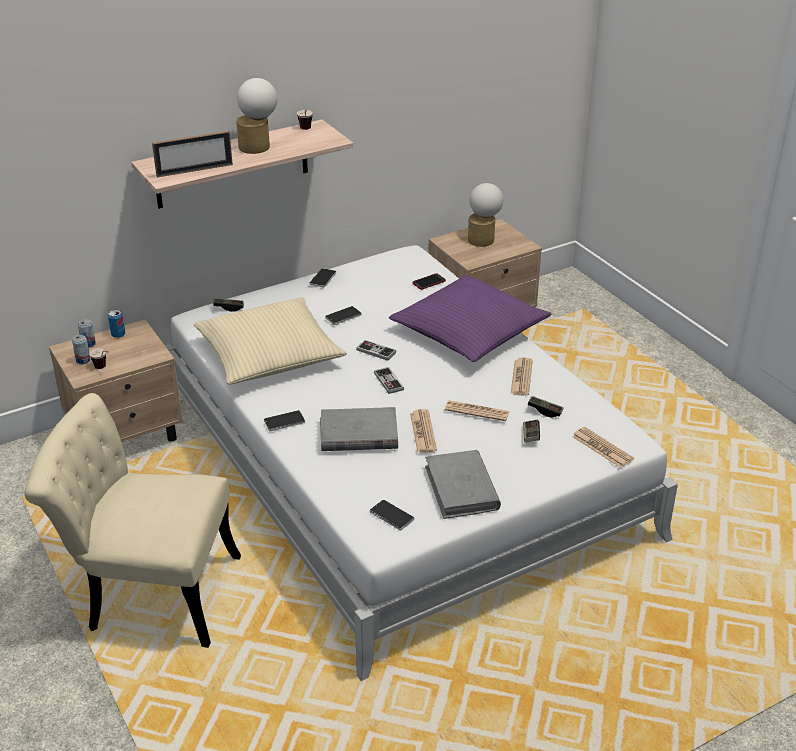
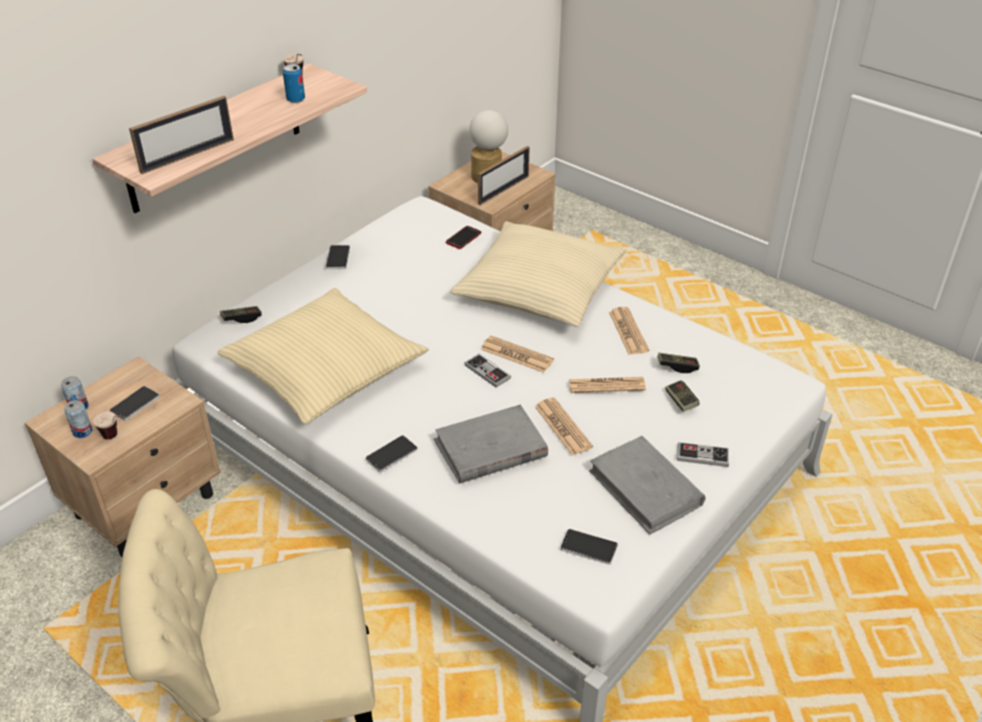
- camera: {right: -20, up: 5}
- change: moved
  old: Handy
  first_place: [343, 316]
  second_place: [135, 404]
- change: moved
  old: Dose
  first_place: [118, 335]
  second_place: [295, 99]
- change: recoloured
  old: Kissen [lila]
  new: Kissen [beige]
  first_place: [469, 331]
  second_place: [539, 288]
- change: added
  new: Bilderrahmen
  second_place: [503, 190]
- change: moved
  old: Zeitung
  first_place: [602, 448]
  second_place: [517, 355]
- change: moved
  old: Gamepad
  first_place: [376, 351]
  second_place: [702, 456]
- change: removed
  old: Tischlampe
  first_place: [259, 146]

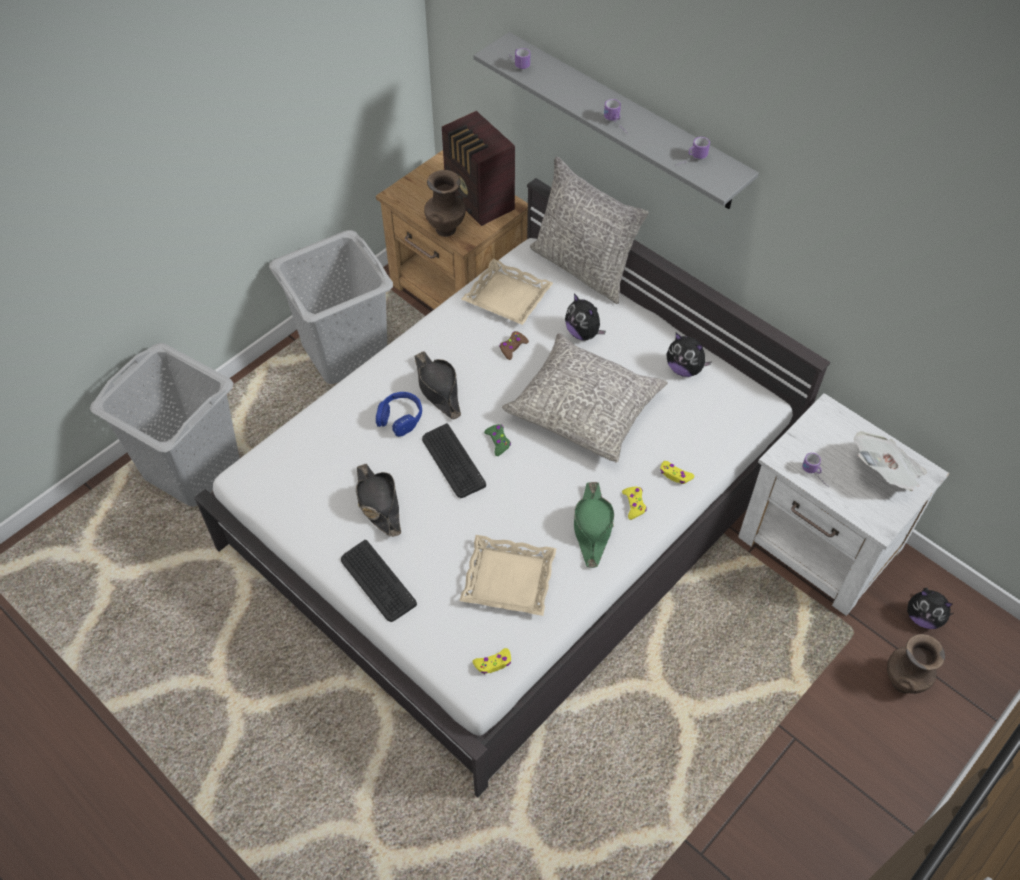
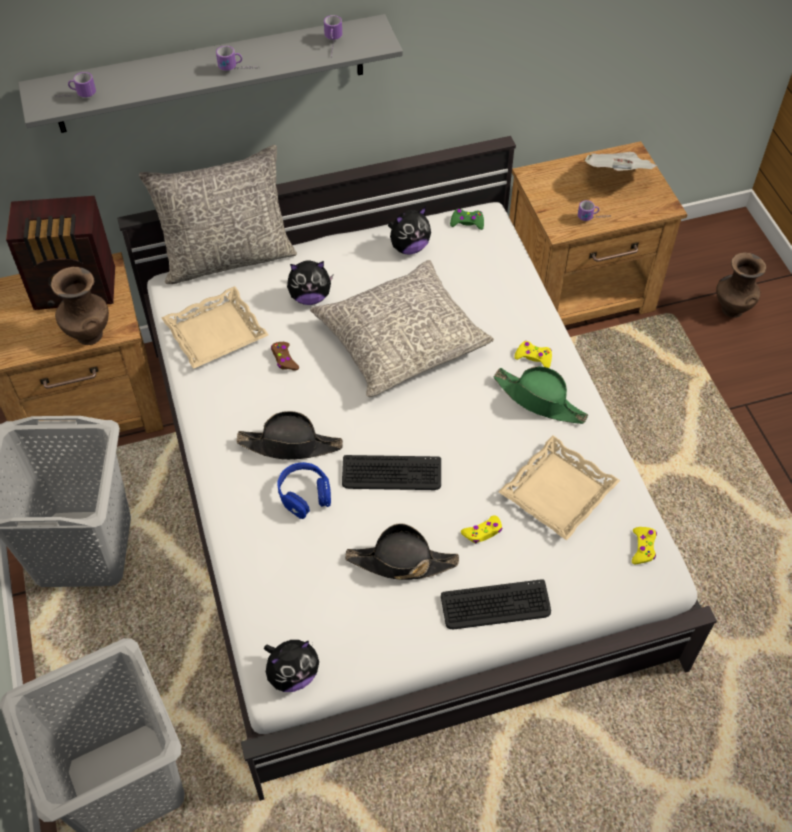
- camera: {right: -60, up: 0}
- change: moved
  old: Plüschtier
  first_place: [923, 617]
  second_place: [292, 674]
- change: moved
  old: Gamepad [grün]
  first_place: [498, 441]
  second_place: [467, 222]
- change: moved
  old: Gamepad [gelb]
  first_place: [675, 475]
  second_place: [483, 532]
- change: recoloured
  old: Nachttisch [weiß]
  new: Nachttisch [braun]
  first_place: [820, 545]
  second_place: [580, 290]

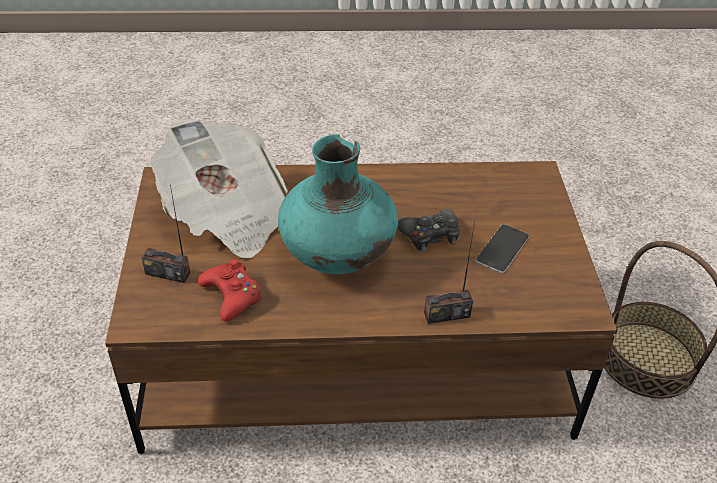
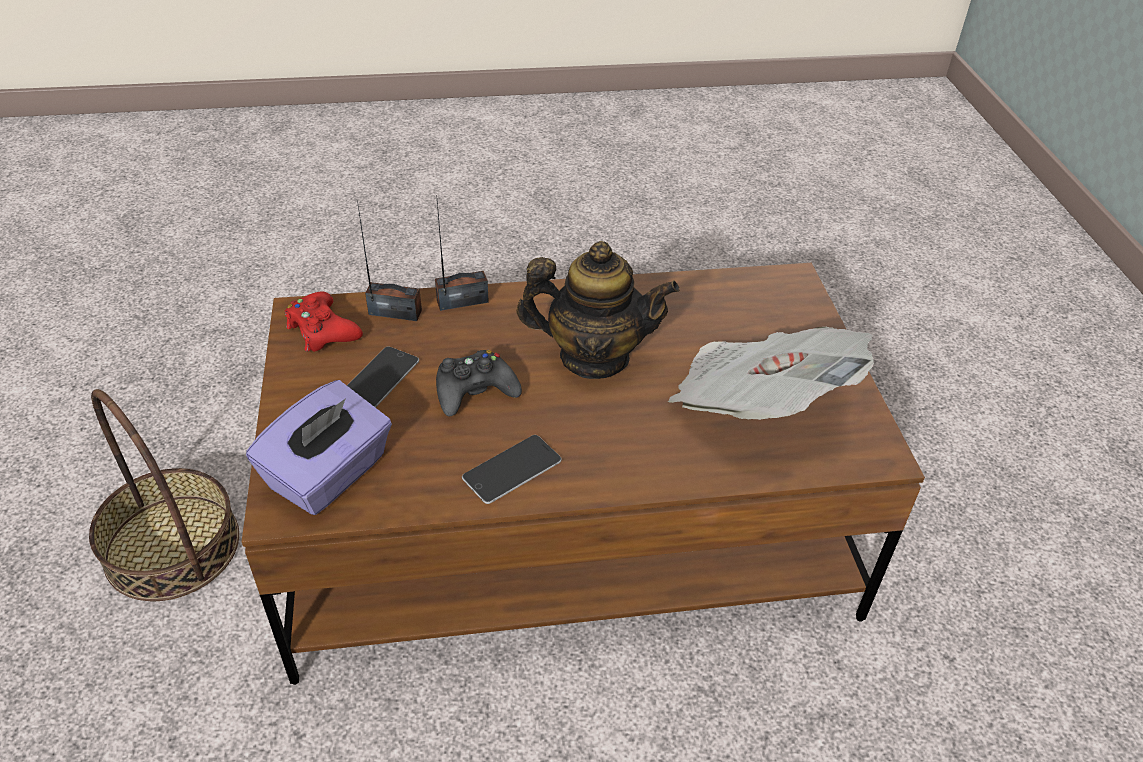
- camera: {right: 175, up: 0}
- change: added
  new: Taschentuchbox [lila]
  second_place: [330, 474]
- change: moved
  old: Gamepad [rot]
  first_place: [232, 296]
  second_place: [322, 330]
- change: moved
  old: Radio
  first_place: [168, 273]
  second_place: [395, 313]
- change: added
  new: Handy
  second_place: [512, 469]
- change: replaced
  old: Vase [türkis]
  new: Teekanne
  first_place: [338, 256]
  second_place: [594, 357]

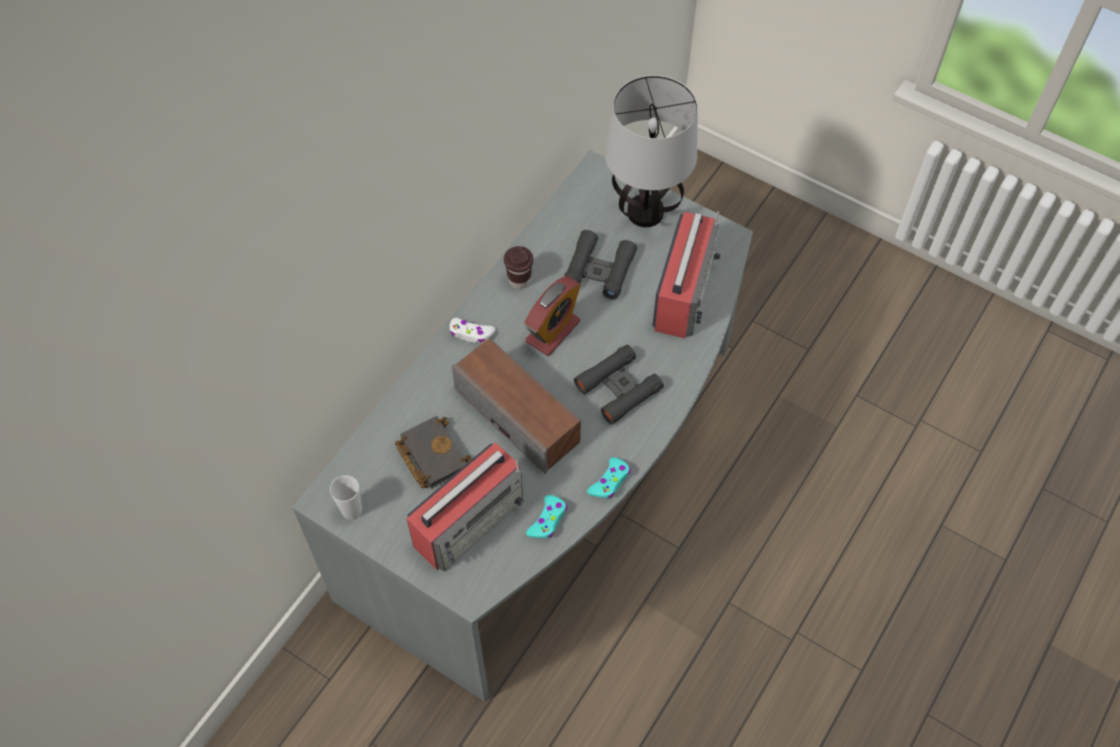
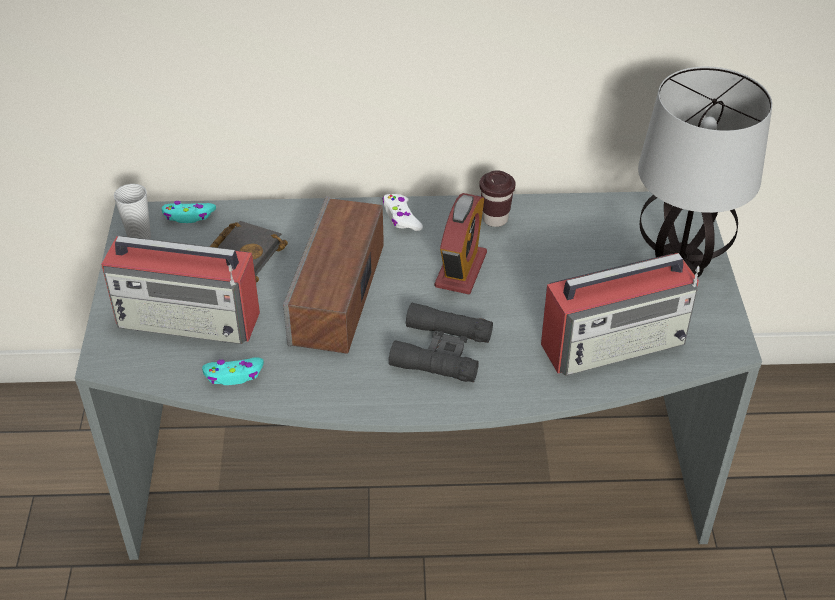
- camera: {right: 55, up: -15}
- change: moved
  old: Gamepad [türkis]
  first_place: [610, 482]
  second_place: [188, 216]
- change: turned
  old: Wecker
  first_place: [553, 331]
  second_place: [461, 270]
  degrees: -75
- change: removed
  old: Fernglas [schwarz]
  first_place: [599, 270]

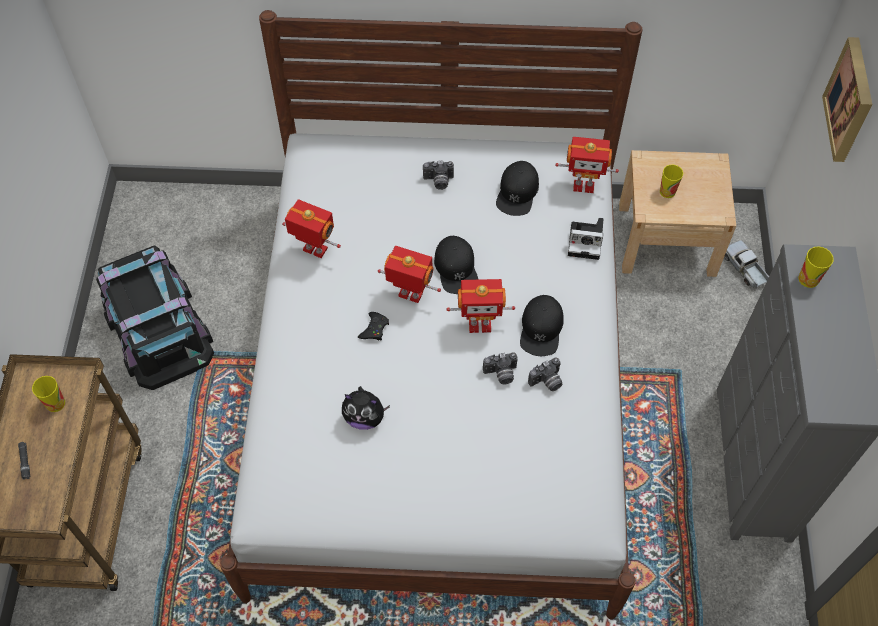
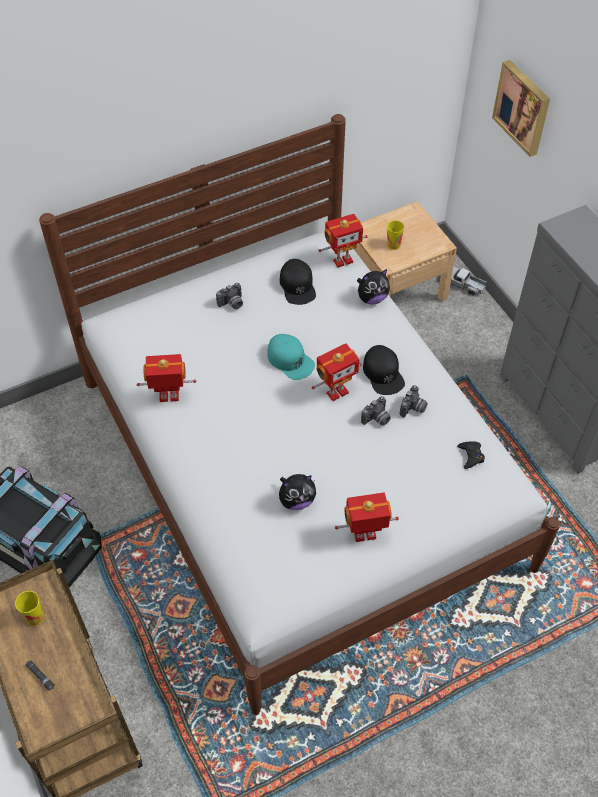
- camera: {right: -30, up: -5}
- change: recoloured
  old: Kappe [schwarz]
  new: Kappe [türkis]
  first_place: [456, 268]
  second_place: [290, 360]
- change: moved
  old: Spielzeugroboter
  first_place: [410, 295]
  second_place: [365, 536]
- change: replaced
  old: Kamera
  new: Plüschtier
  first_place: [586, 241]
  second_place: [372, 298]
- change: moved
  old: Gamepad [schwarz]
  first_place: [374, 329]
  second_place: [471, 456]
- change: removed
  old: Tasse
  first_place: [808, 279]

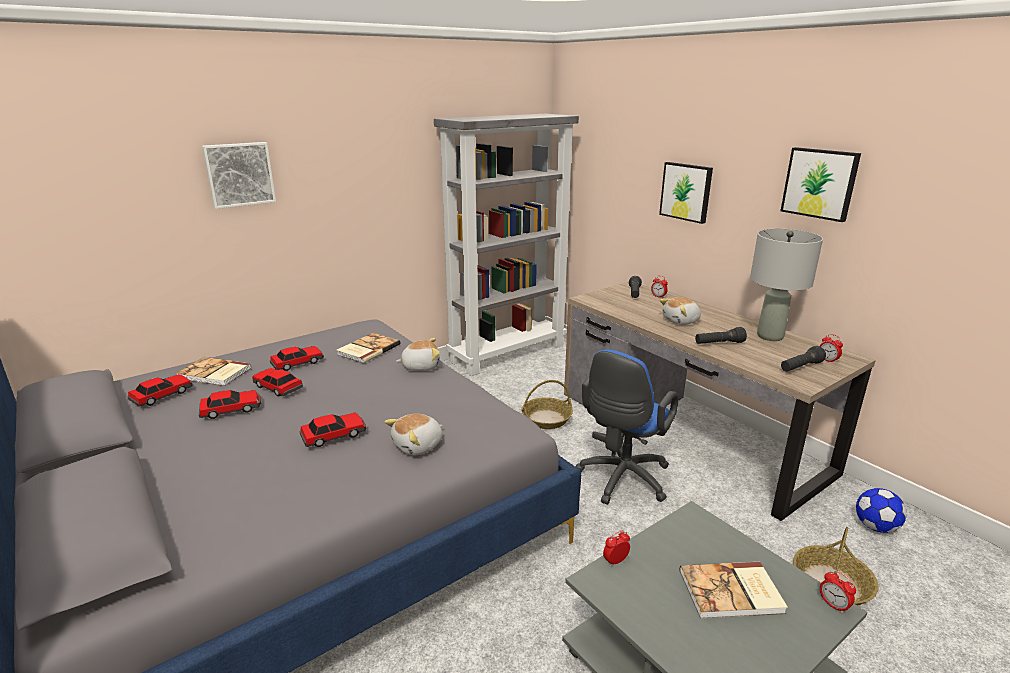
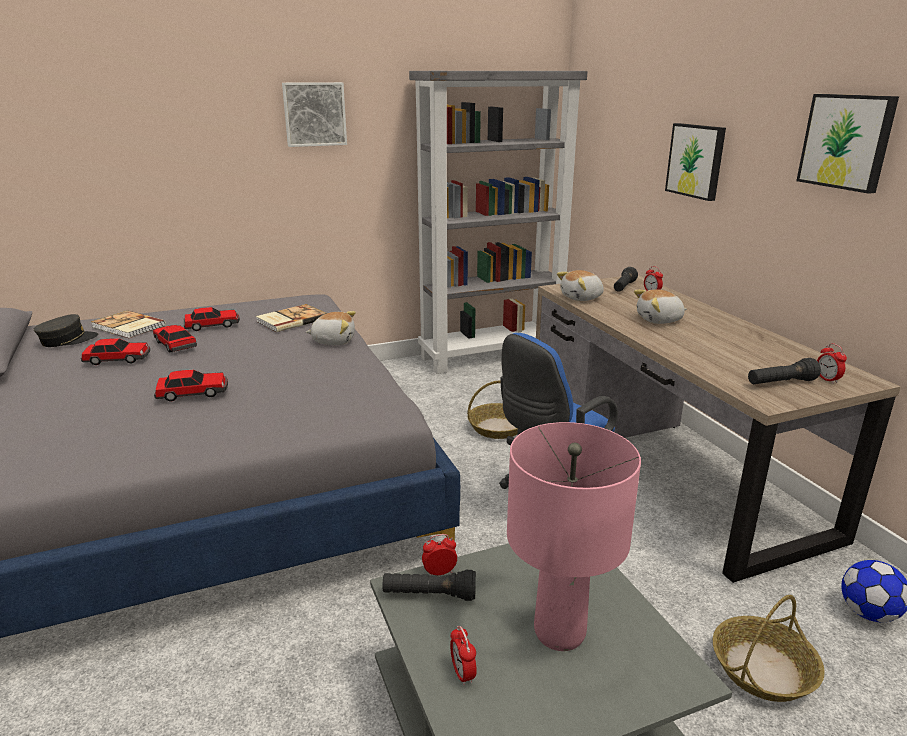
- camera: {right: 15, up: 0}
- change: replaced
  old: Spielzeugauto
  new: Kappe [grau]
  first_place: [162, 395]
  second_place: [67, 340]
- change: moved
  old: Bild
  first_place: [239, 174]
  second_place: [314, 114]
- change: moved
  old: Taschenlampe [schwarz]
  first_place: [719, 344]
  second_place: [429, 595]
- change: moved
  old: Wecker
  first_place: [833, 605]
  second_place: [462, 674]
- change: replaced
  old: Buch
  new: Tischlampe [rosa]
  first_place: [732, 593]
  second_place: [560, 633]
- change: moved
  old: Plüschtier
  first_place: [418, 446]
  second_place: [582, 298]
- change: removed
  old: Tischlampe [grau]
  first_place: [770, 336]

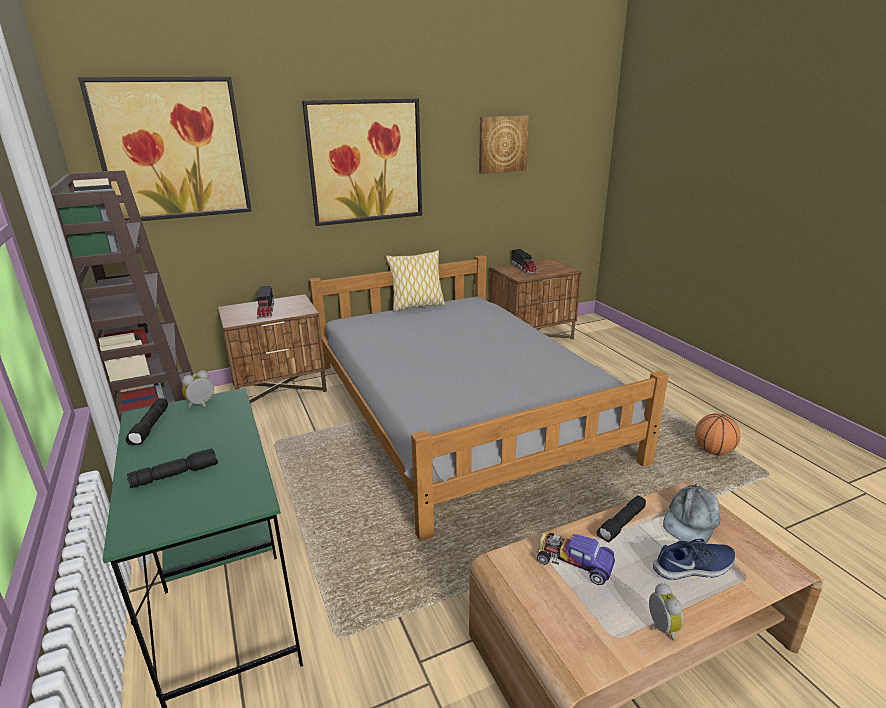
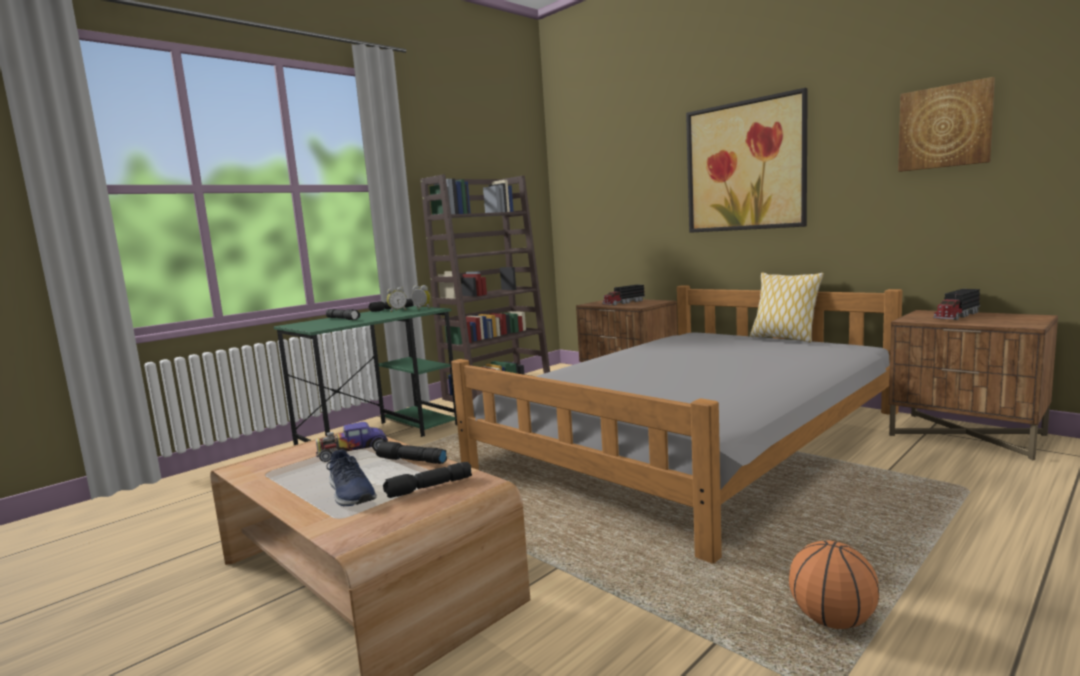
- camera: {right: 70, up: -15}
- change: turned
  old: Spielzeugauto
  first_place: [574, 562]
  second_place: [352, 451]
  degrees: -120
- change: replaced
  old: Kappe [grau]
  new: Taschenlampe [schwarz]
  first_place: [690, 521]
  second_place: [429, 488]
- change: moved
  old: Wecker
  first_place: [659, 628]
  second_place: [397, 311]
- change: removed
  old: Bild
  first_place: [172, 150]

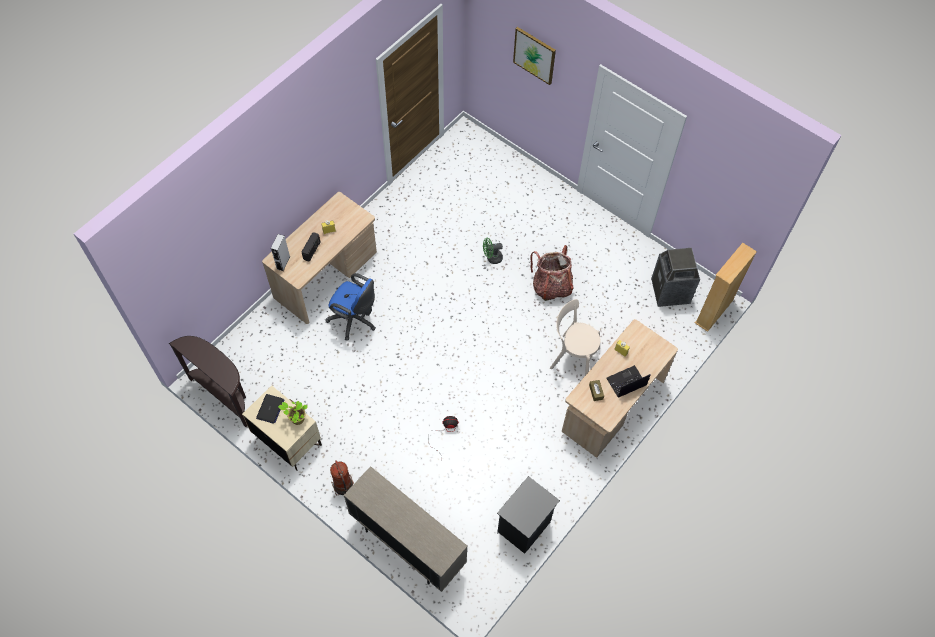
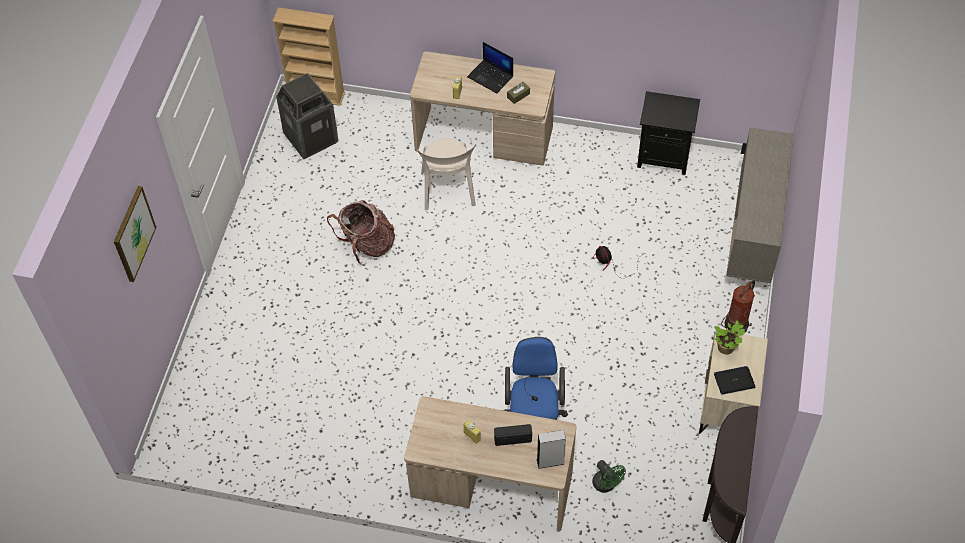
- camera: {right: -115, up: -5}
- change: moved
  old: Ventilator [grün]
  first_place: [492, 258]
  second_place: [606, 485]

